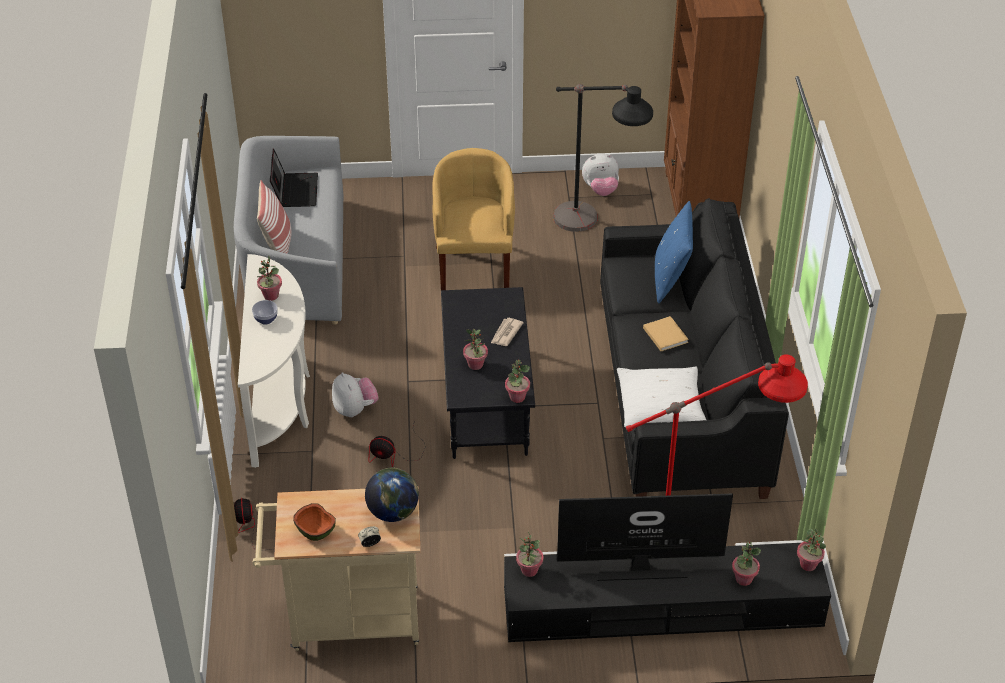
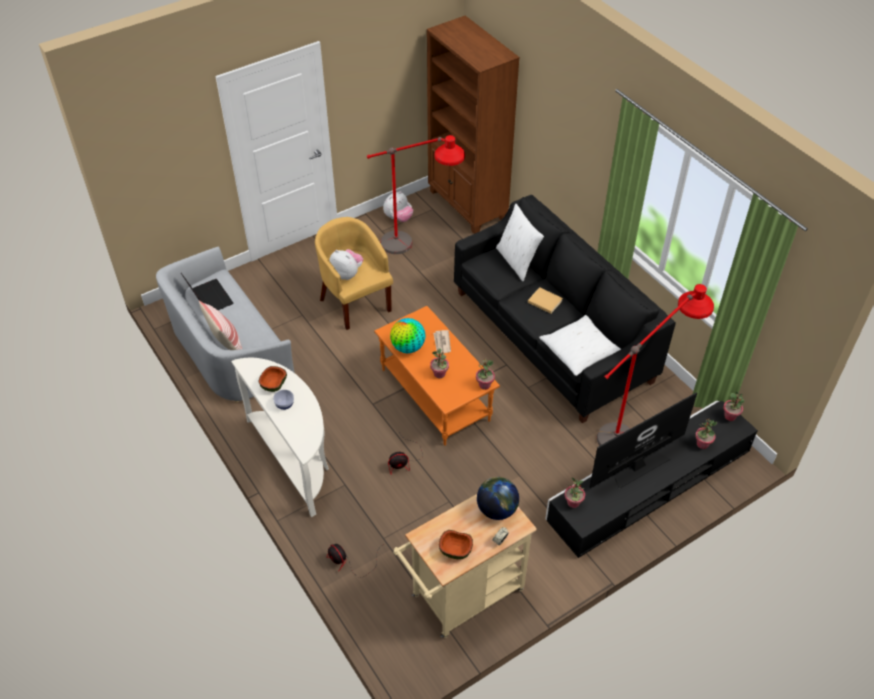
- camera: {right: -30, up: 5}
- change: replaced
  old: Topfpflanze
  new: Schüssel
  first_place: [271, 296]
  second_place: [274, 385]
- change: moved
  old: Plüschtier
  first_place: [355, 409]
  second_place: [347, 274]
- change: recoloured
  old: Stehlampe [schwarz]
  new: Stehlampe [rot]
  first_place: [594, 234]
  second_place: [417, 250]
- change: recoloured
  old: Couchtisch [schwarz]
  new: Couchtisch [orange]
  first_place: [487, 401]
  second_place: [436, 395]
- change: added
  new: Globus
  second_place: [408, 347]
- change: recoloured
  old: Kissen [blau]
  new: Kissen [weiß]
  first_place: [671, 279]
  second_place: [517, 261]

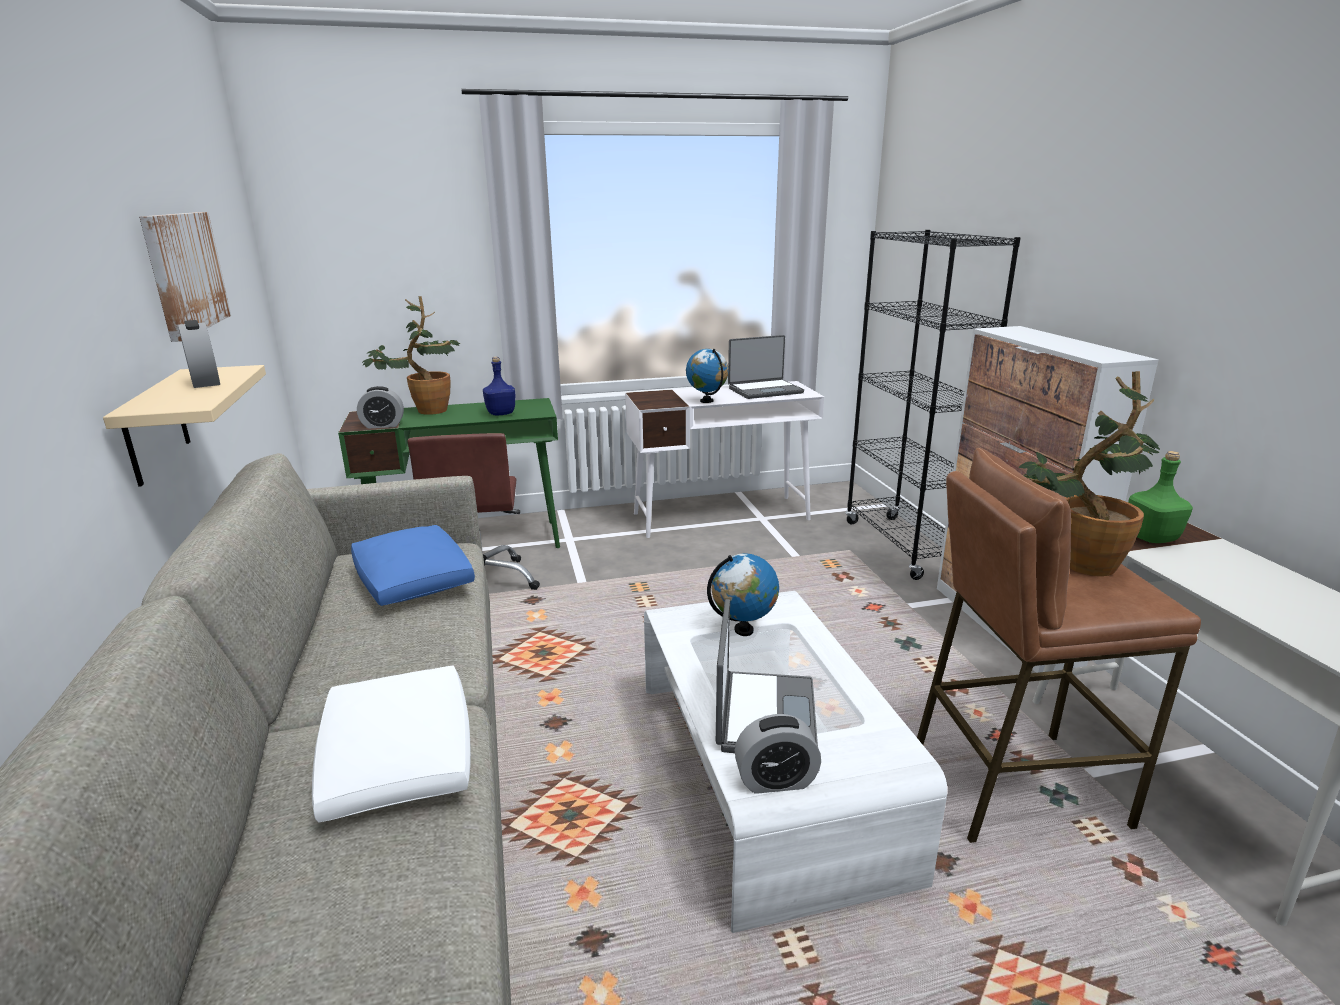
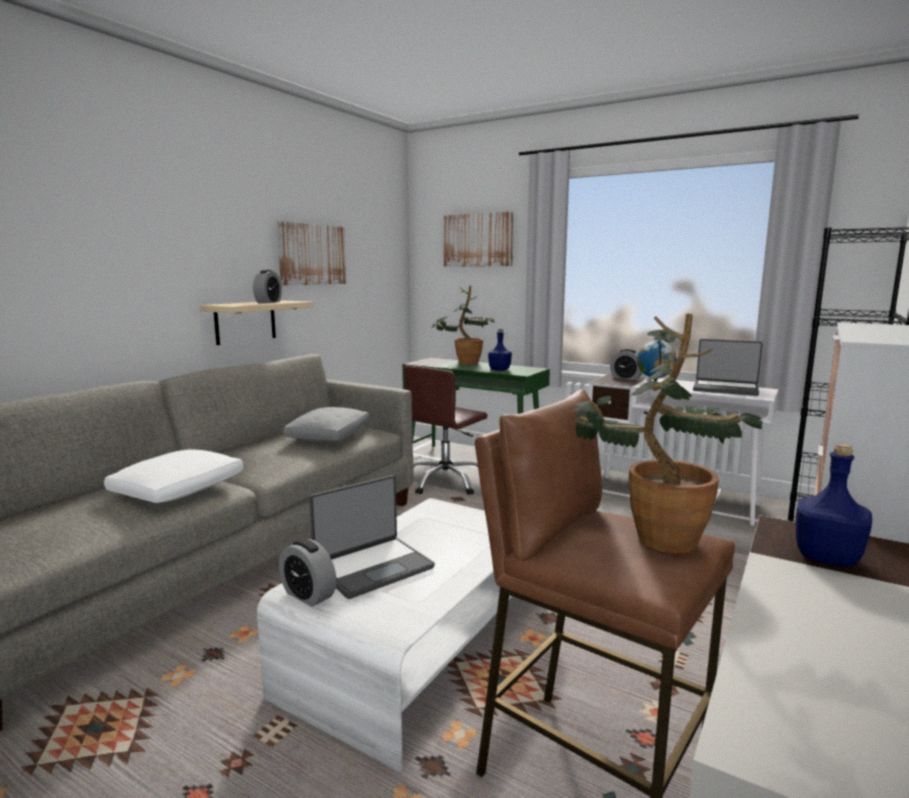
- camera: {right: 45, up: -10}
- change: recoloured
  old: Kissen [blau]
  new: Kissen [grau]
  first_place: [413, 580]
  second_place: [329, 436]
- change: added
  new: Bild
  second_place: [478, 240]
- change: moved
  old: Wecker
  first_place: [383, 425]
  second_place: [626, 378]
- change: recoloured
  old: Flasche [grün]
  new: Flasche [blau]
  first_place: [1152, 538]
  second_place: [827, 558]
- change: removed
  old: Globus
  first_place: [743, 630]

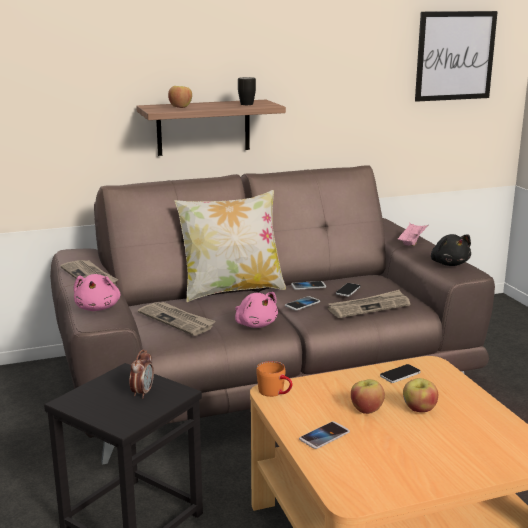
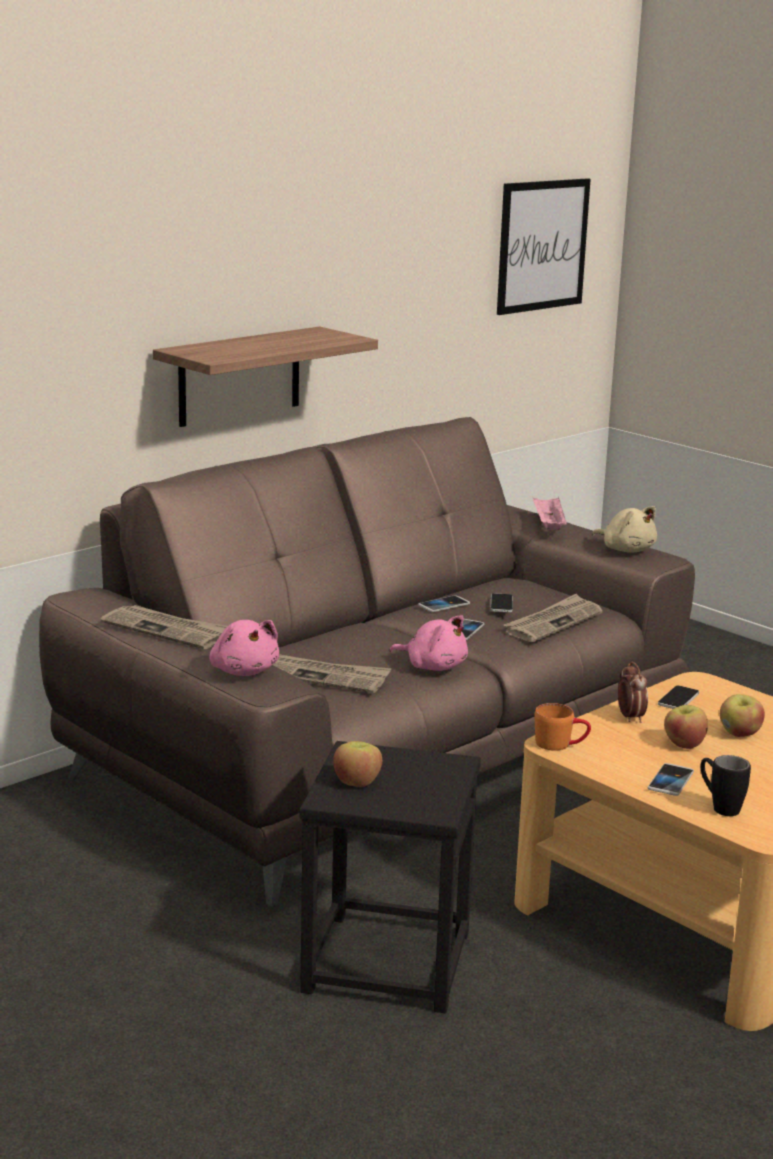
- camera: {right: -25, up: 0}
- change: moved
  old: Apfel
  first_place: [180, 107]
  second_place: [357, 782]
- change: recoloured
  old: Plüschtier [schwarz]
  new: Plüschtier [beige]
  first_place: [449, 263]
  second_place: [626, 549]
- change: moved
  old: Wecker
  first_place: [142, 393]
  second_place: [630, 717]
- change: moved
  old: Henkelbecher [schwarz]
  first_place: [245, 104]
  second_place: [719, 807]
- change: removed
  old: Kissen
  first_place: [232, 290]

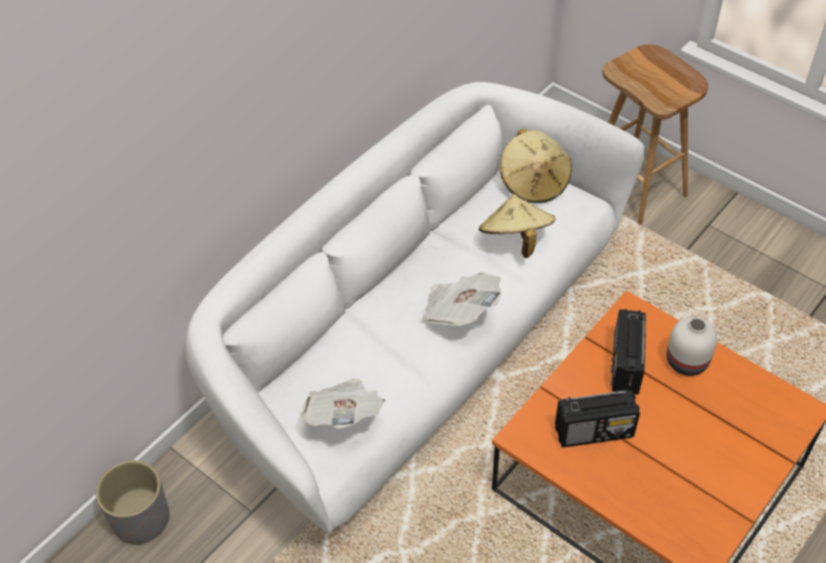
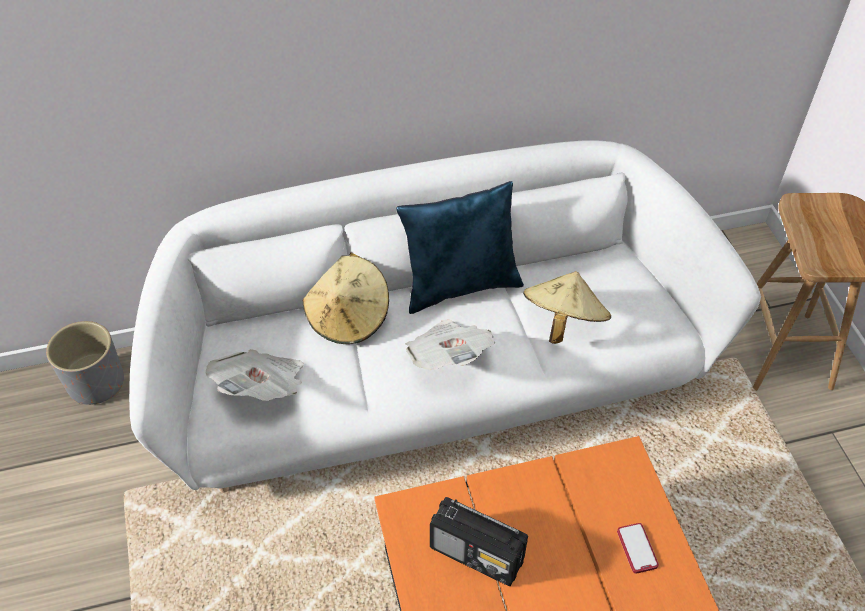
- camera: {right: 35, up: 0}
- change: moved
  old: Hut [beige]
  first_place: [534, 182]
  second_place: [348, 316]
- change: added
  new: Kissen [blau]
  second_place: [460, 285]
- change: replaced
  old: Vase [weiß]
  new: Handy
  first_place: [687, 362]
  second_place: [637, 548]
- change: removed
  old: Radio
  first_place: [625, 366]

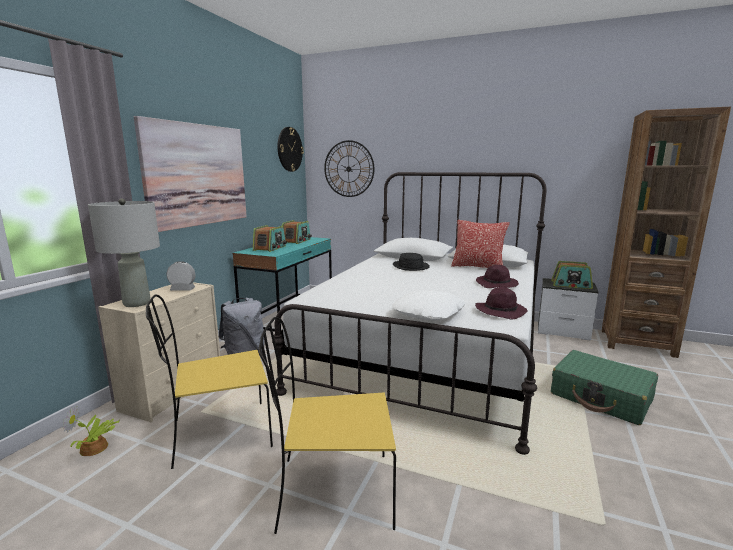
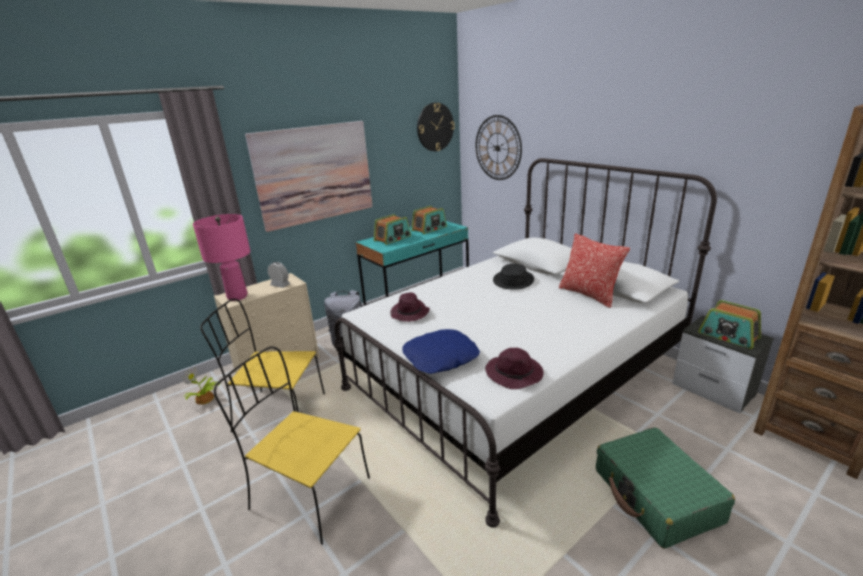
- camera: {right: 30, up: 10}
- change: recoloured
  old: Tischlampe [grau]
  new: Tischlampe [rosa]
  first_place: [137, 303]
  second_place: [238, 296]
- change: moved
  old: Hut [lila]
  first_place: [497, 284]
  second_place: [410, 313]
- change: recoloured
  old: Kissen [weiß]
  new: Kissen [blau]
  first_place: [429, 313]
  second_place: [441, 358]

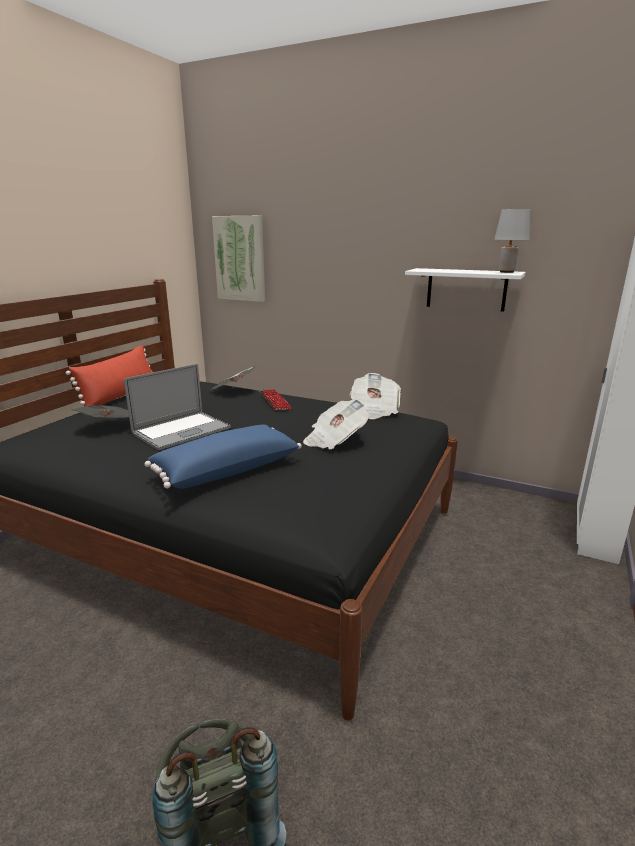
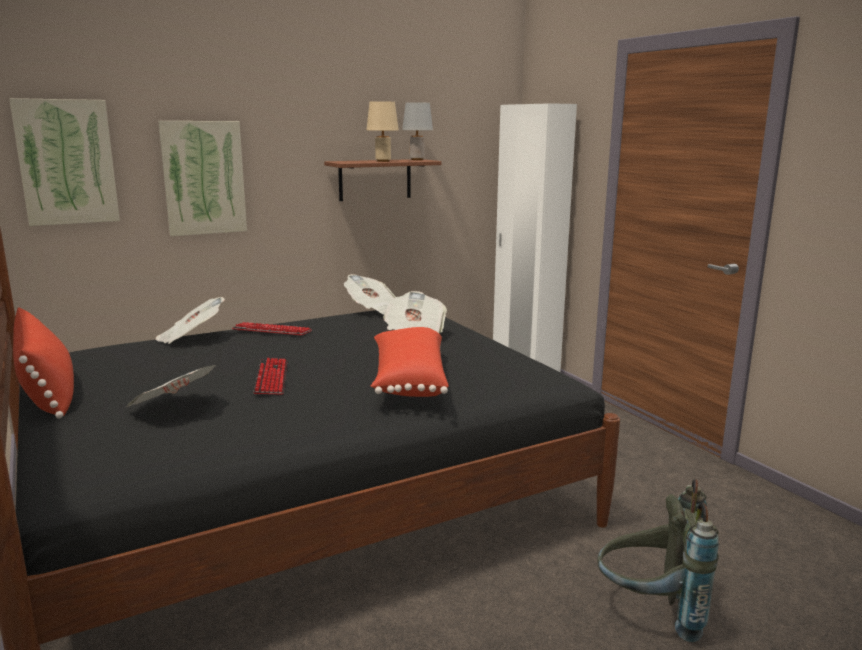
- camera: {right: -55, up: -5}
- change: added
  new: Bild
  second_place: [203, 178]
- change: replaced
  old: Laptop
  new: Tastatur
  first_place: [181, 431]
  second_place: [271, 378]
- change: recoloured
  old: Wandregal [weiß]
  new: Wandregal [braun]
  first_place: [466, 289]
  second_place: [375, 179]
- change: added
  new: Tischlampe [beige]
  second_place: [383, 161]
- change: recoloured
  old: Kissen [blau]
  new: Kissen [rot]
  first_place: [226, 470]
  second_place: [408, 380]

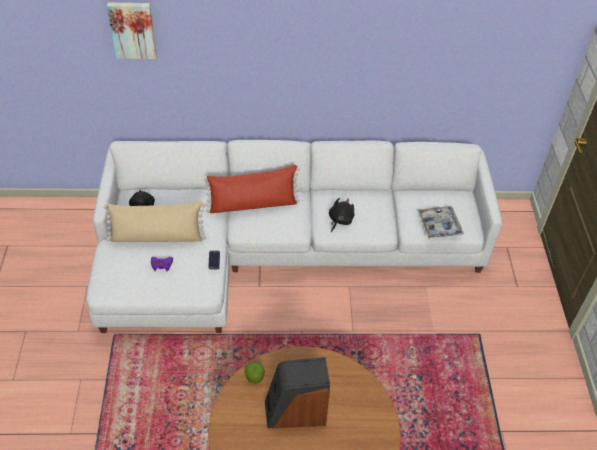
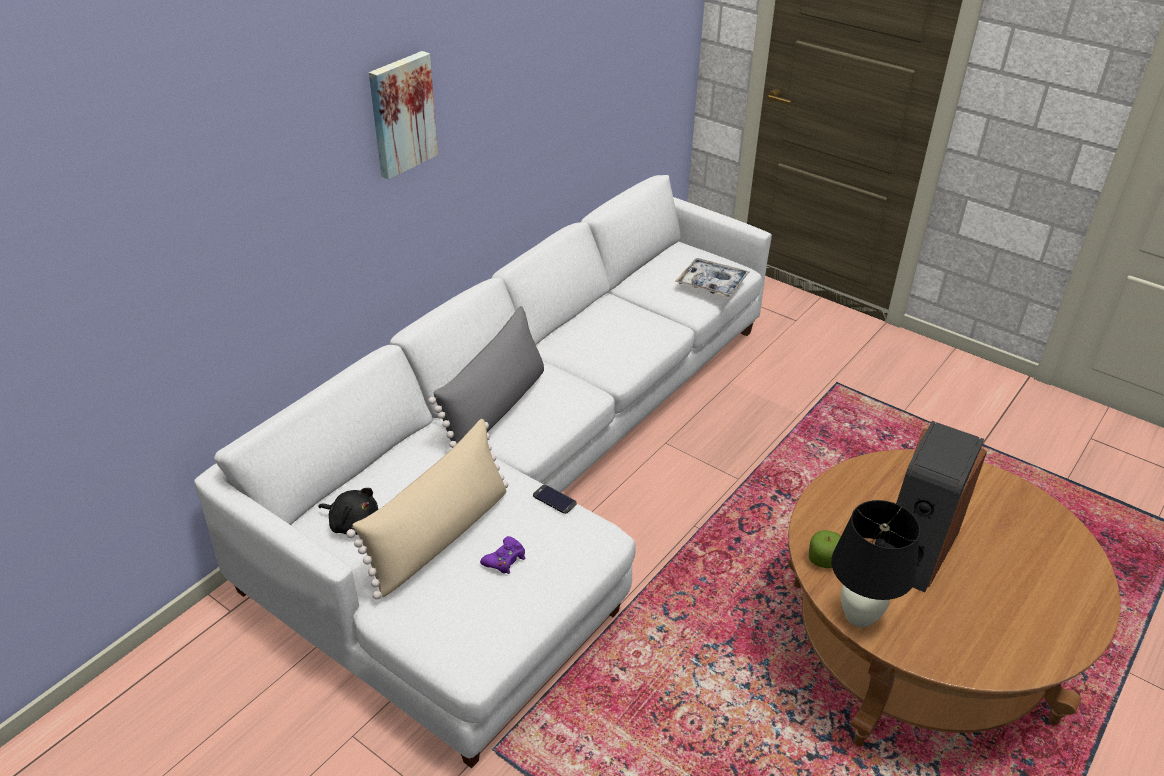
- camera: {right: -50, up: -10}
- change: moved
  old: Bild
  first_place: [133, 29]
  second_place: [401, 114]
- change: recoloured
  old: Kissen [rot]
  new: Kissen [grau]
  first_place: [253, 204]
  second_place: [495, 408]
- change: added
  new: Tischlampe [schwarz]
  second_place: [859, 616]
- change: removed
  old: Plüschtier [schwarz]
  first_place: [340, 220]

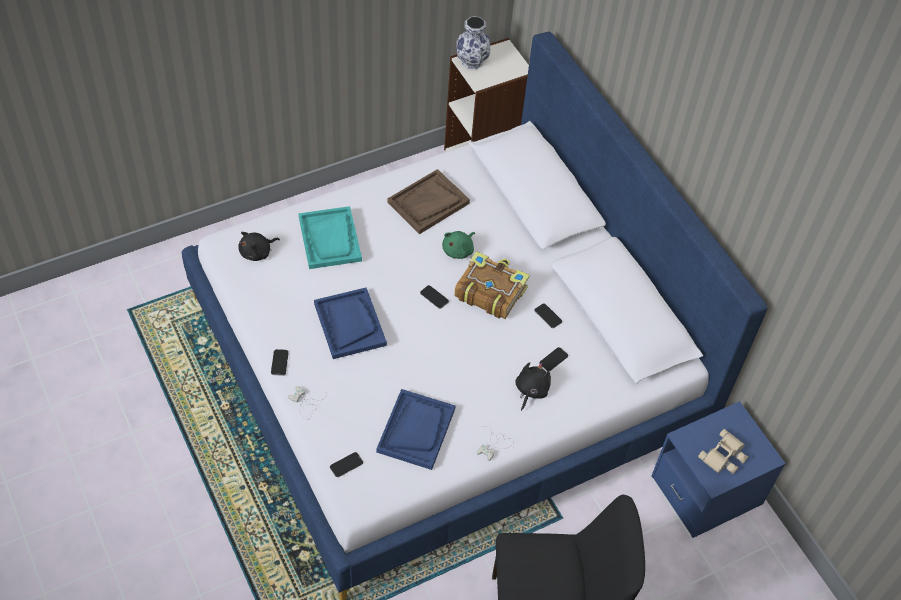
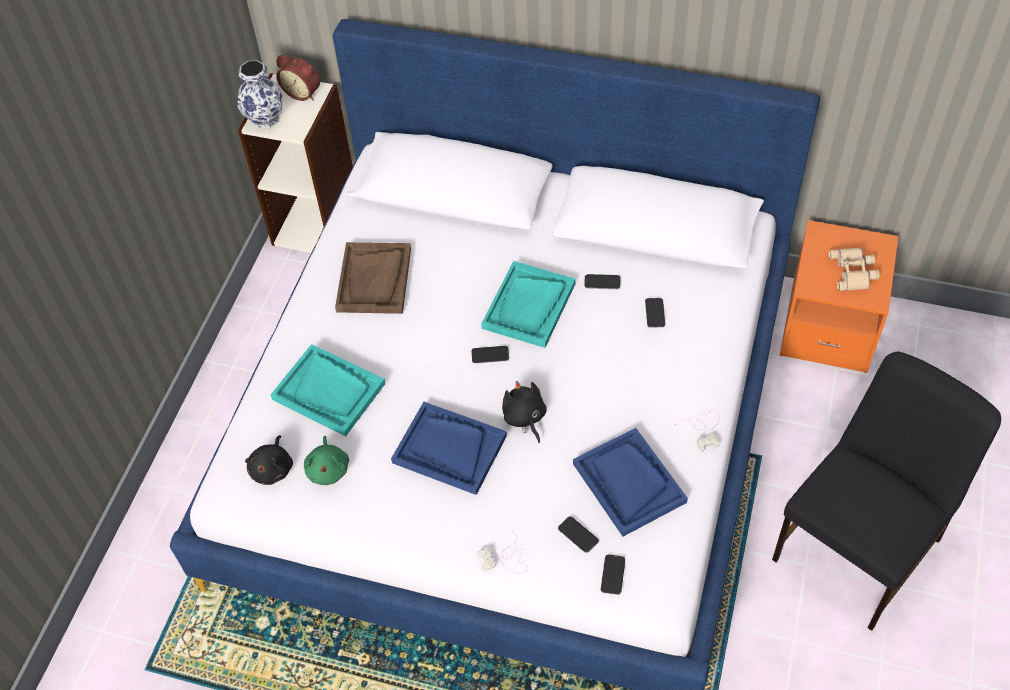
- camera: {right: -40, up: 0}
- change: added
  new: Wecker
  second_place: [303, 92]
- change: moved
  old: Plüschtier [grün]
  first_place: [459, 250]
  second_place: [328, 469]
- change: replaced
  old: Buch
  new: Tablett [türkis]
  first_place: [489, 291]
  second_place: [529, 306]
- change: moved
  old: Plüschtier [schwarz]
  first_place: [531, 390]
  second_place: [524, 418]
- change: moved
  old: Handy
  first_place: [279, 363]
  second_place: [578, 535]
- change: recoloured
  old: Nachttisch [blau]
  new: Nachttisch [orange]
  first_place: [706, 490]
  second_place: [828, 327]

